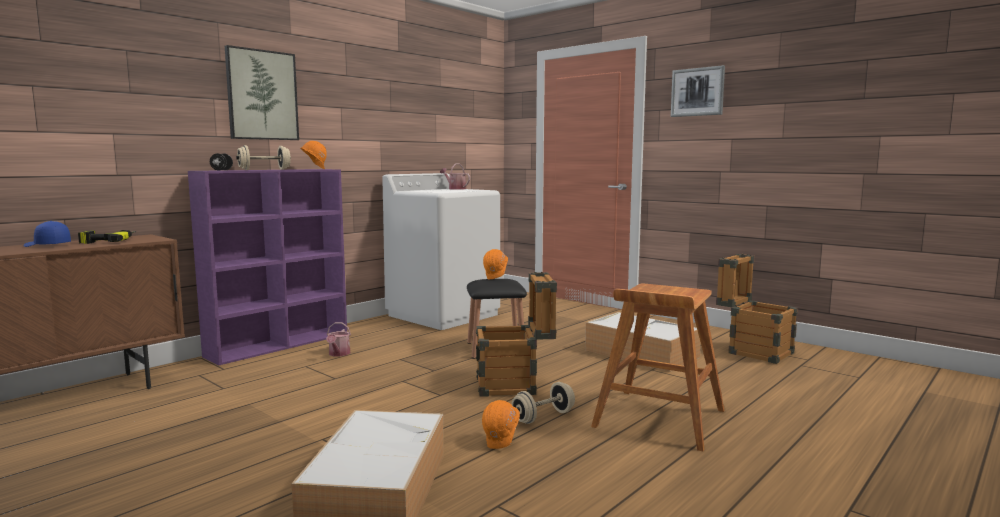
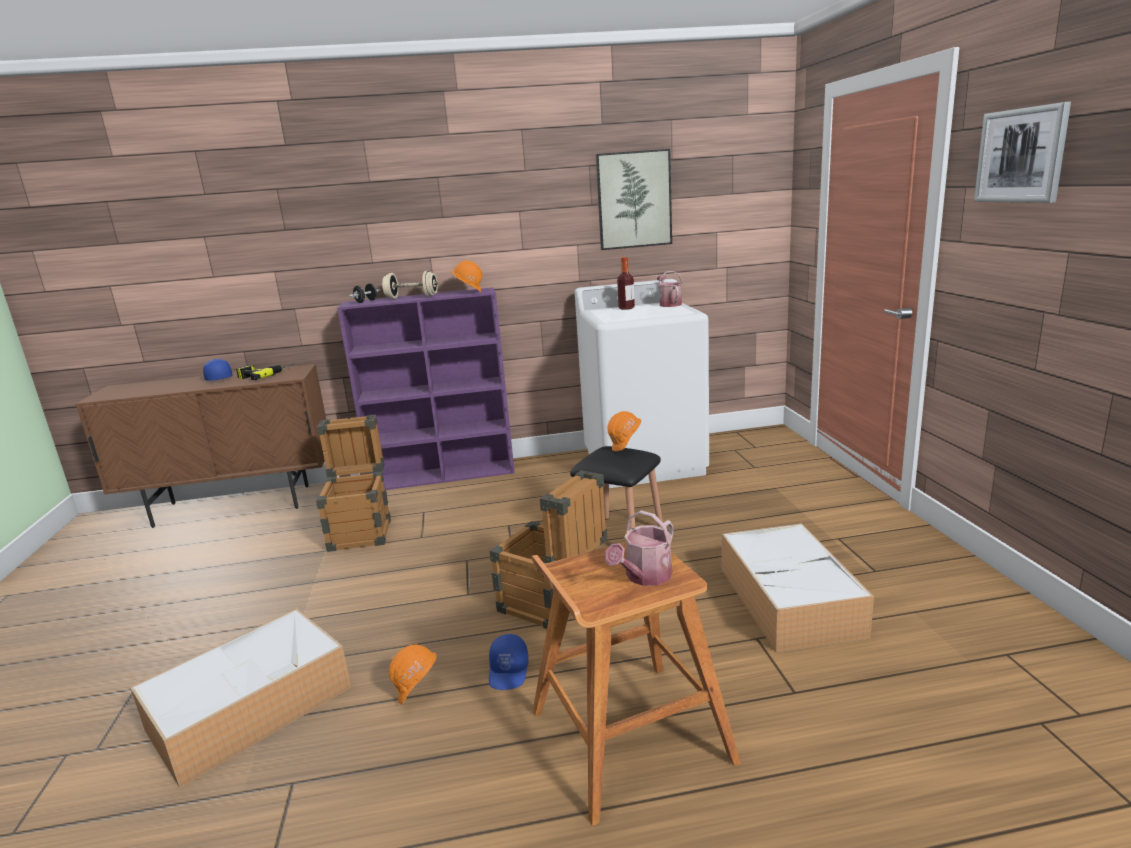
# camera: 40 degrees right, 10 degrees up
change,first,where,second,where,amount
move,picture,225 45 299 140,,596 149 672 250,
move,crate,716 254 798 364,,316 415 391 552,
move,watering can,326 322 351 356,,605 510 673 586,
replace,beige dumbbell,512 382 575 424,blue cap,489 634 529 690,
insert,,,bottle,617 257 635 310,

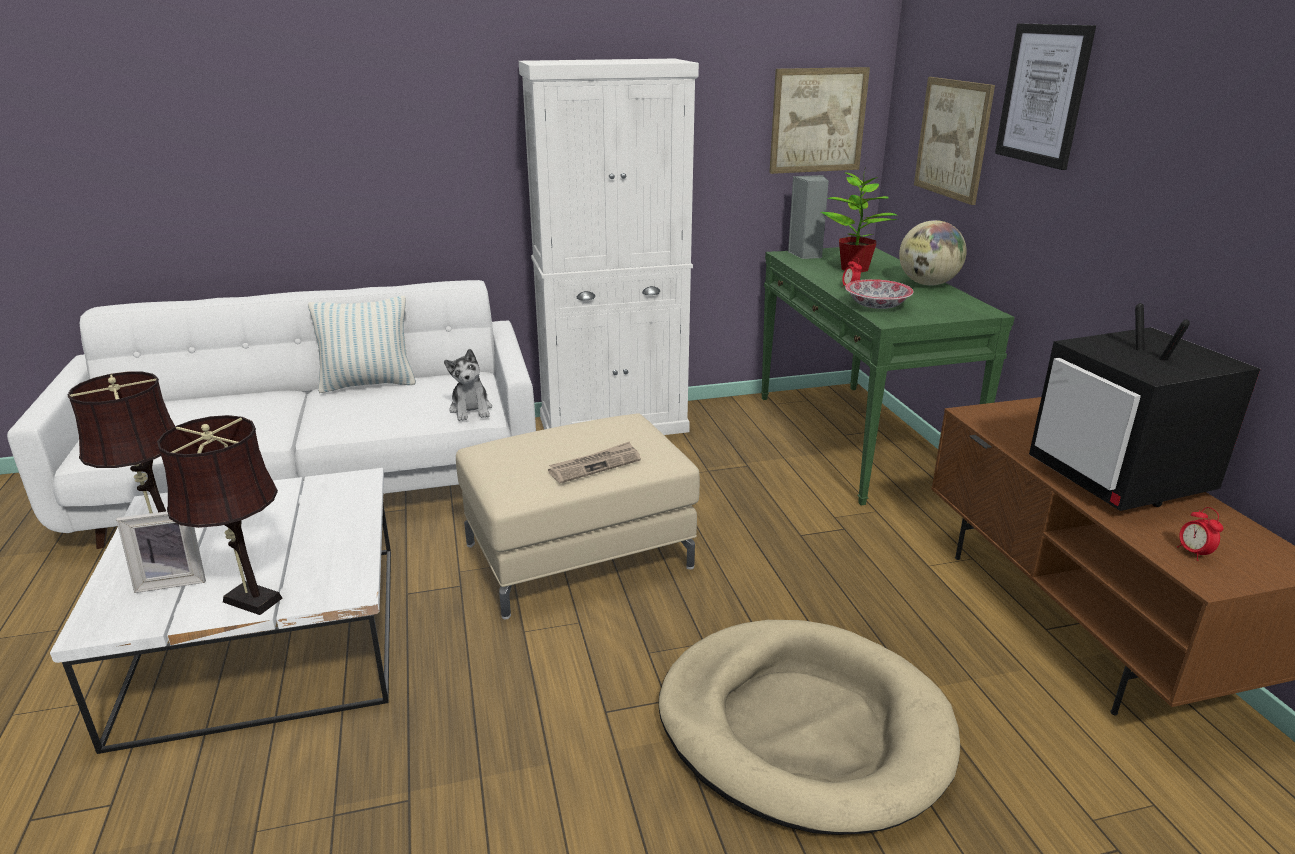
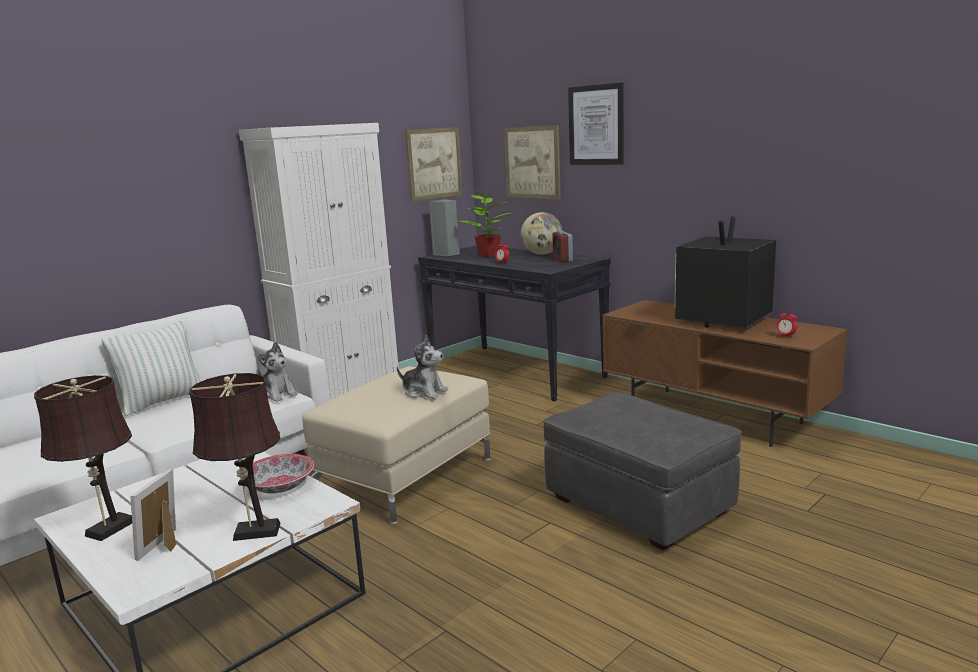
# camera: 30 degrees left, 10 degrees down
change,first,where,second,where,amount
recolor,green console table,761 247 1015 506,black console table,418 245 610 402,
move,bowl,845 279 914 309,,240 454 314 493,
rotate,television,1029 303 1260 511,,675 216 776 328,90 degrees clockwise
replace,newspaper,548 441 641 483,plush toy,397 335 448 399,
rotate,picture frame,116 511 206 593,,130 469 176 561,150 degrees clockwise
replace,beige dog bed,659 620 960 835,grey ottoman,543 392 742 551,
insert,,,alarm clock,552 230 573 263,

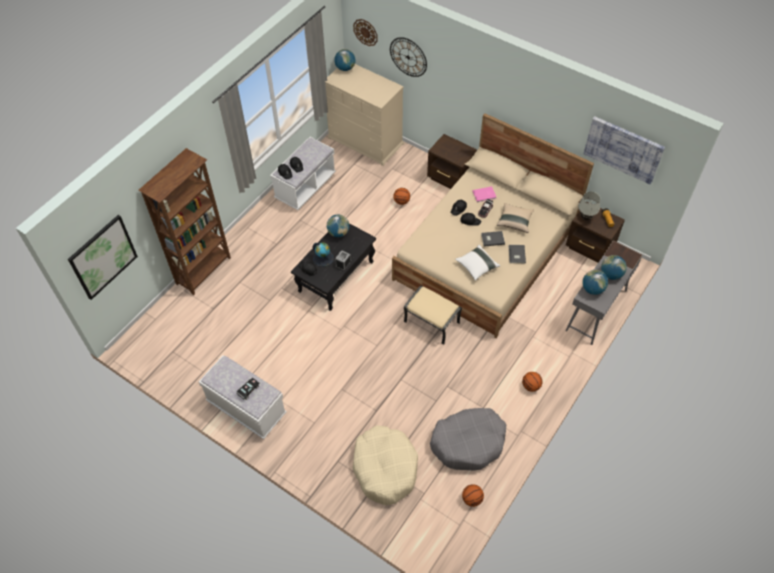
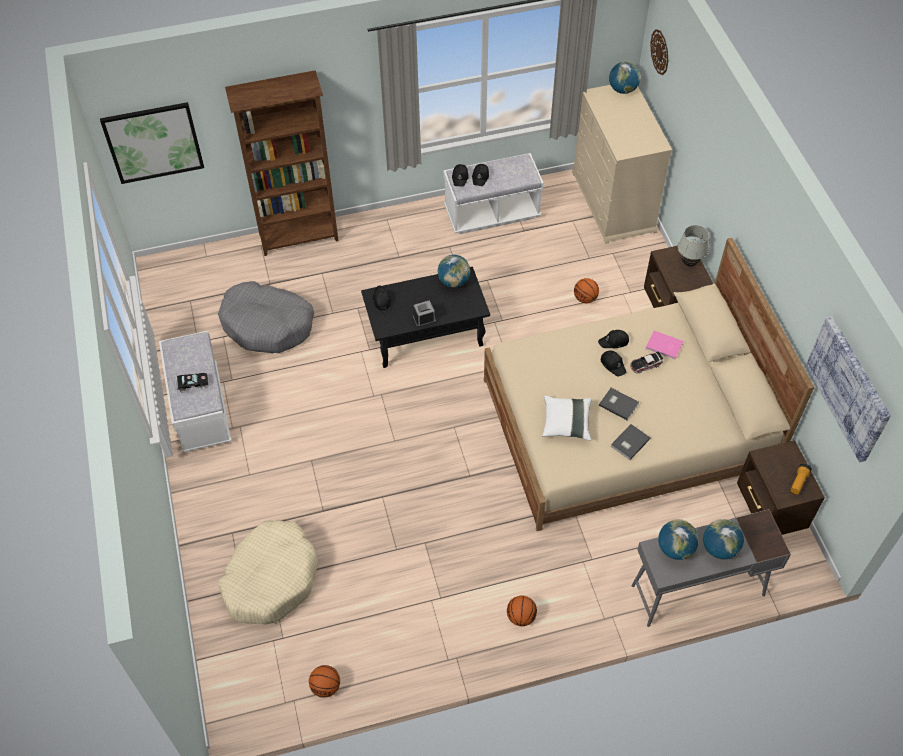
# camera: 40 degrees right, 0 degrees up
change,first,where,second,where,amount
delete,wall clock,390 37 427 77,,,
move,white table lamp,578 192 600 220,,678 225 709 267,
delete,beige pillow,497 203 534 233,,,
delete,globe,313 242 334 267,,,
delete,beige ottoman,404 285 462 345,,,
move,grey dog bed,430 408 506 470,,218 281 314 353,

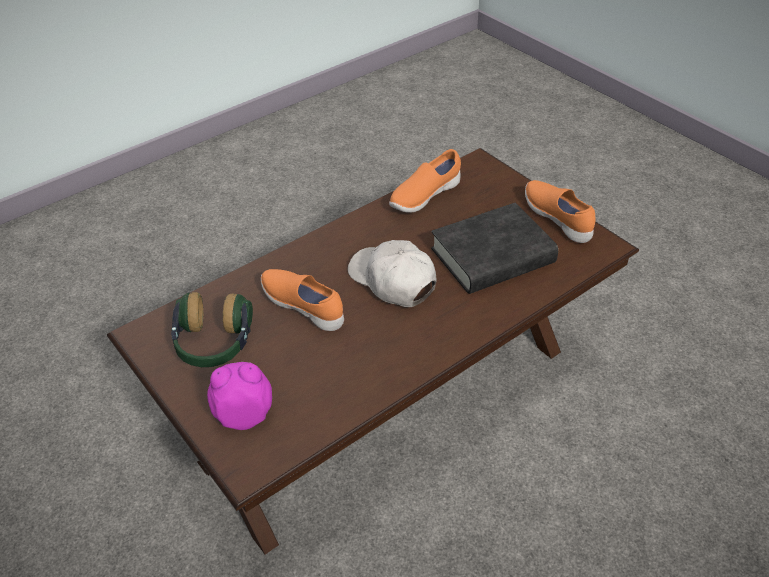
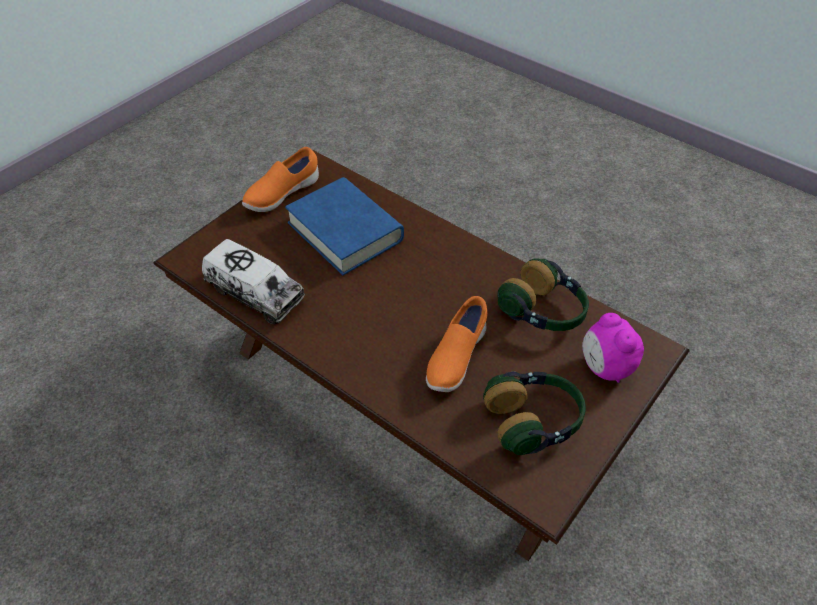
# camera: 105 degrees left, 5 degrees up
change,first,where,second,where,amount
replace,orange shoe,389 149 461 213,toy truck,202 239 305 325,
recolor,black book,431 203 558 294,blue book,285 177 404 275,
delete,white cap,348 240 437 307,,,
insert,,,headphones,498 258 589 331,

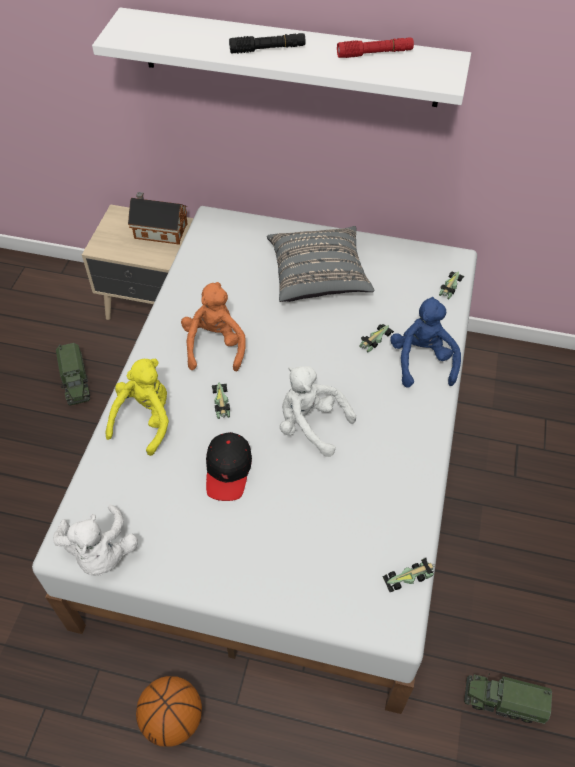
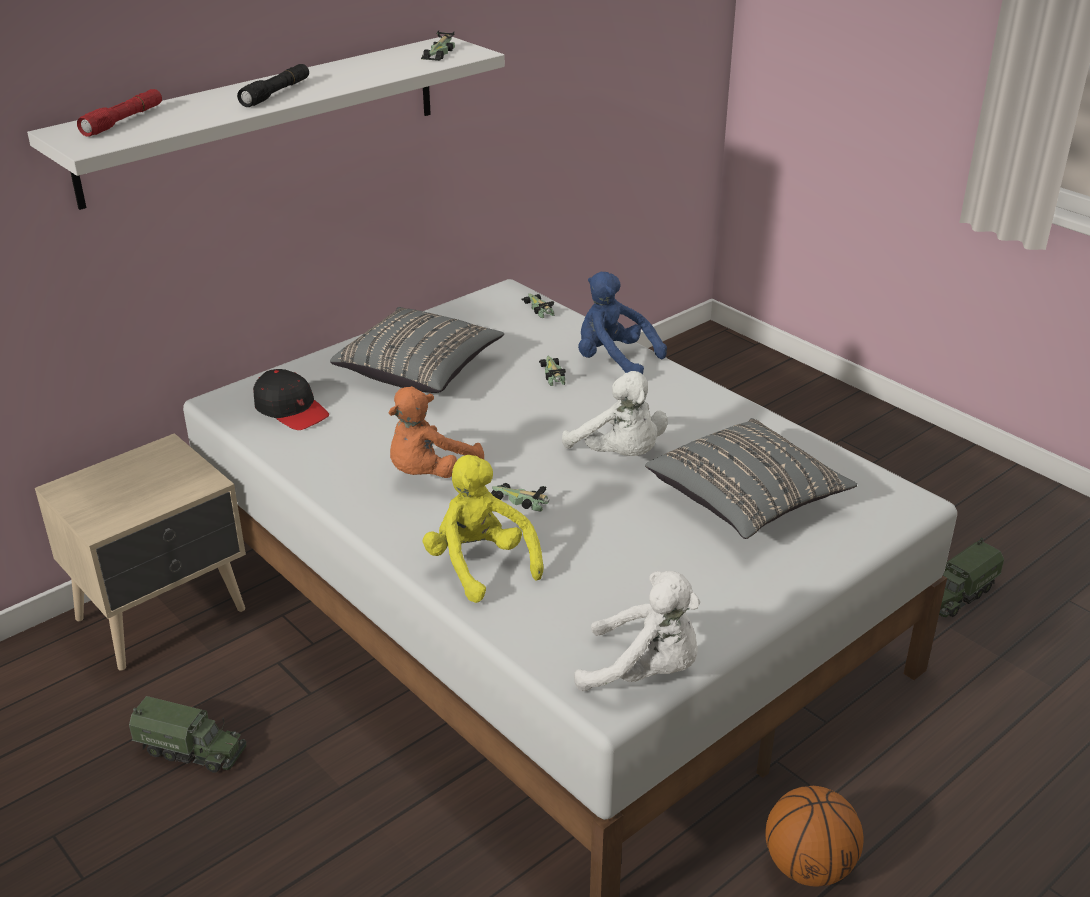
# camera: 55 degrees left, 20 degrees down
change,first,where,second,where,amount
move,red flashlight,337 37 414 58,,77 89 162 137,
delete,toy house,128 192 188 245,,,
rotate,orange plush toy,181 282 246 371,,388 386 484 478,90 degrees counterclockwise
rotate,white plush toy,280 366 356 457,,562 371 668 456,105 degrees counterclockwise
move,black cap,206 432 252 501,,253 369 329 430,
move,toy car,383 558 435 593,,421 30 455 61,
insert,,,grey pillow,645 418 857 539,

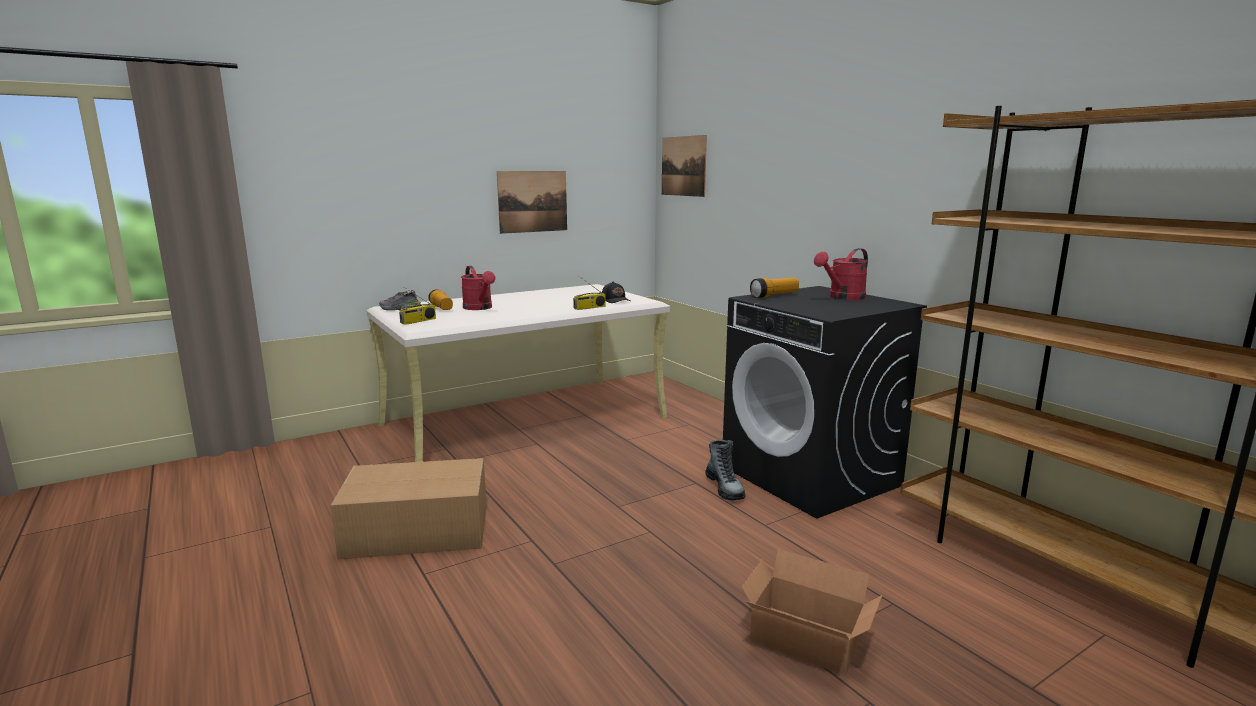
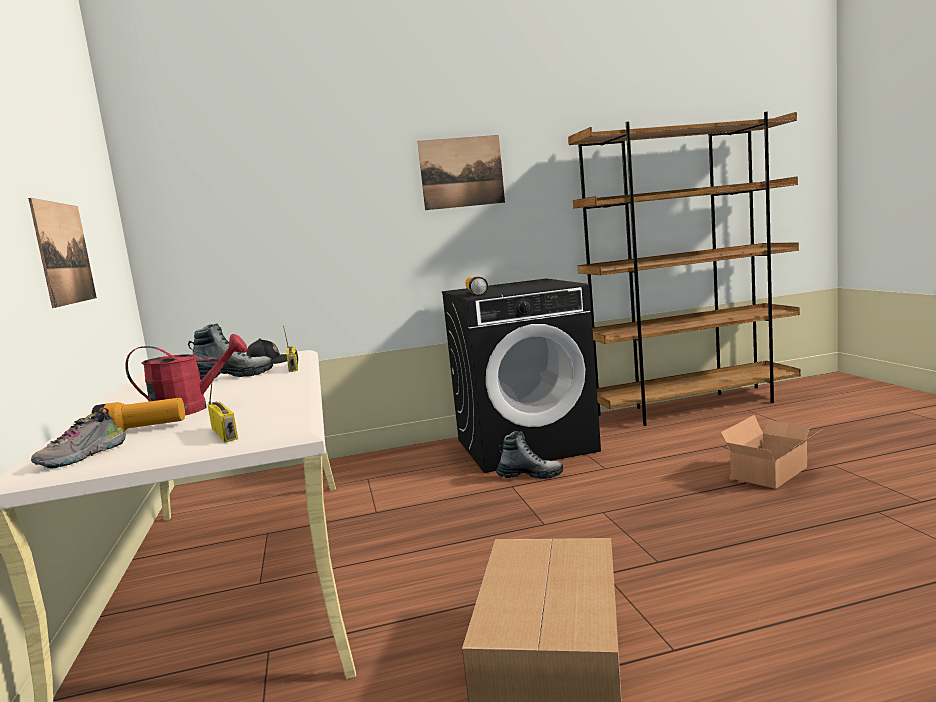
# camera: 70 degrees left, 5 degrees down
change,first,where,second,where,amount
move,picture,662 135 707 197,,417 135 505 210,
delete,red watering can,814 248 868 300,,,
insert,,,boot,188 323 273 380,

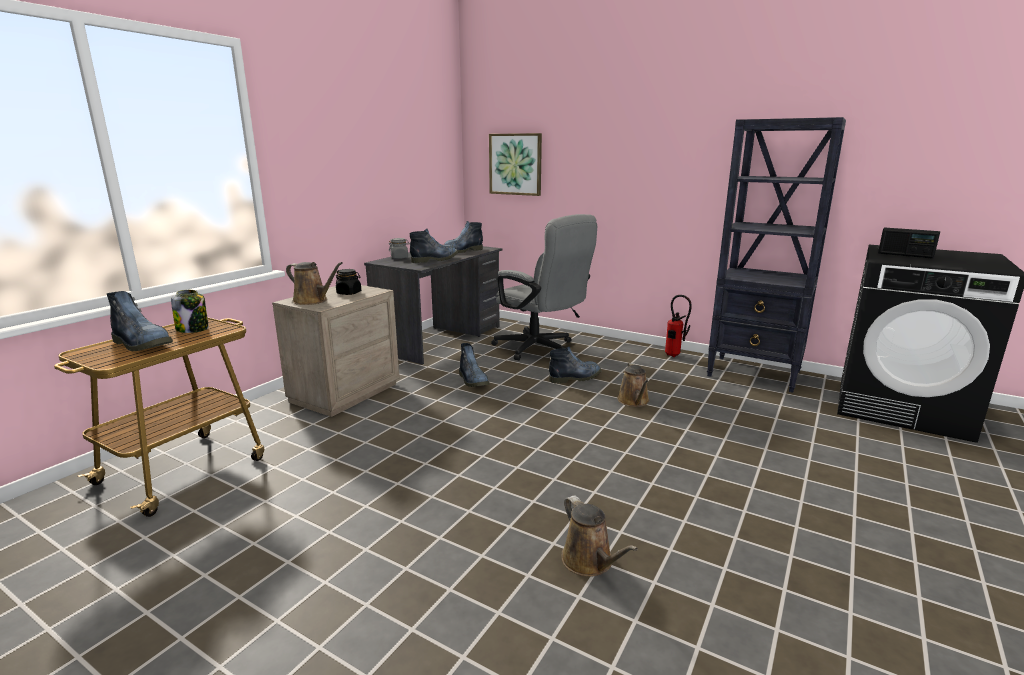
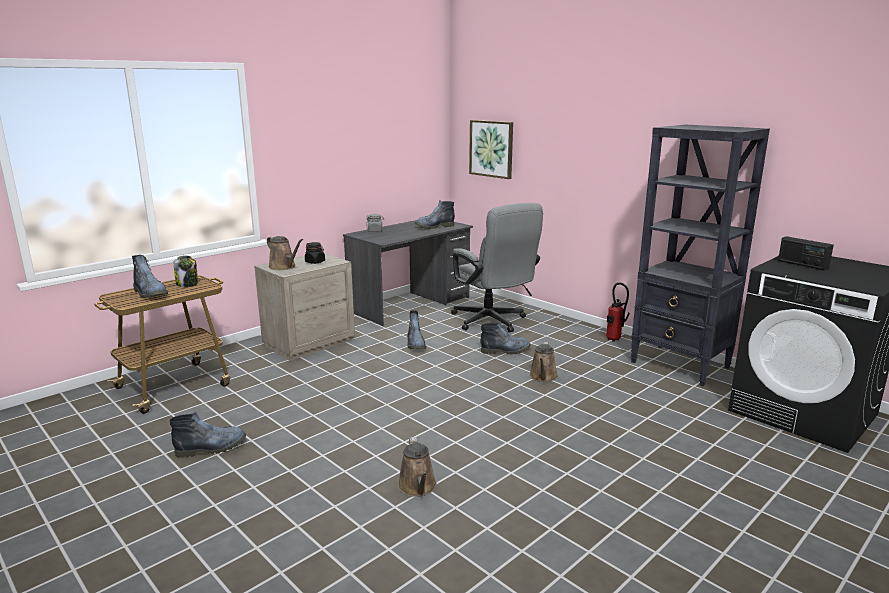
# camera: 15 degrees right, 0 degrees up
change,first,where,second,where,amount
move,boot,410 229 458 263,,170 412 246 458,

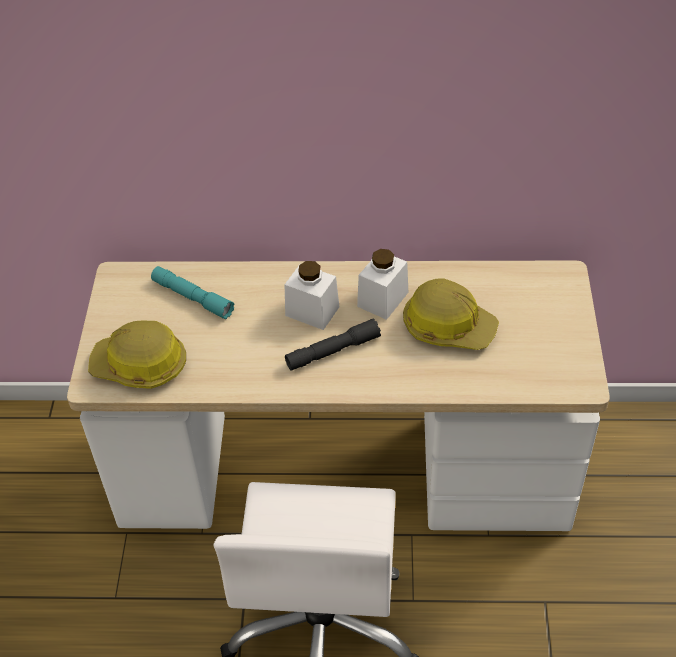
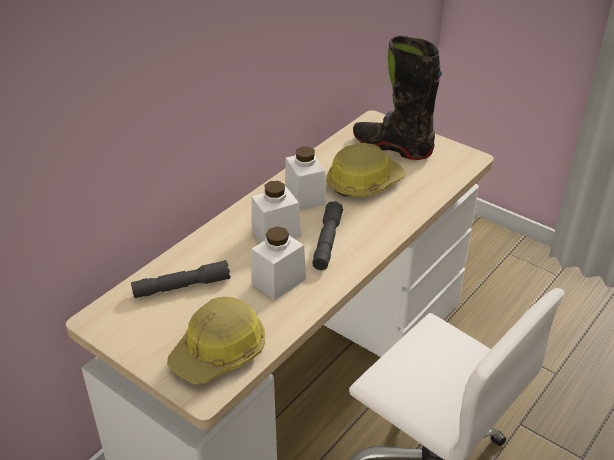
# camera: 55 degrees left, 10 degrees down
change,first,where,second,where,amount
recolor,turquoise flashlight,151 266 234 319,grey flashlight,131 260 231 298,
insert,,,black boot,353 36 442 160,
insert,,,white jar,251 227 306 300,

